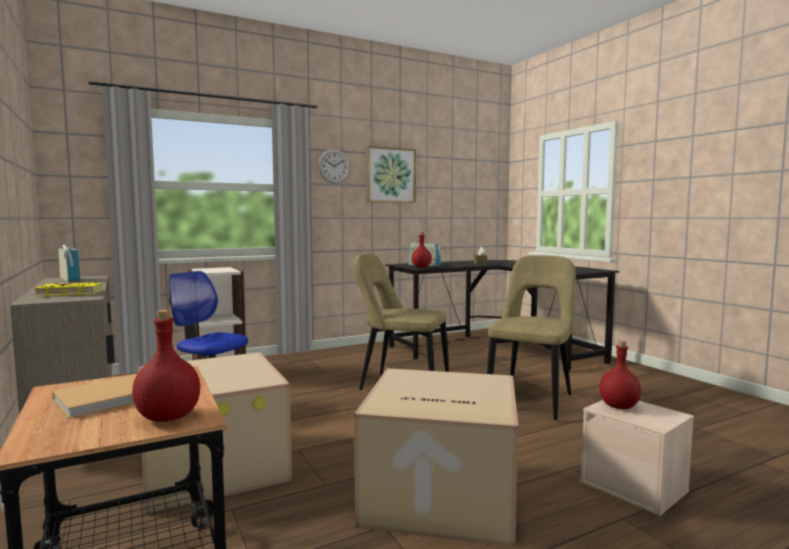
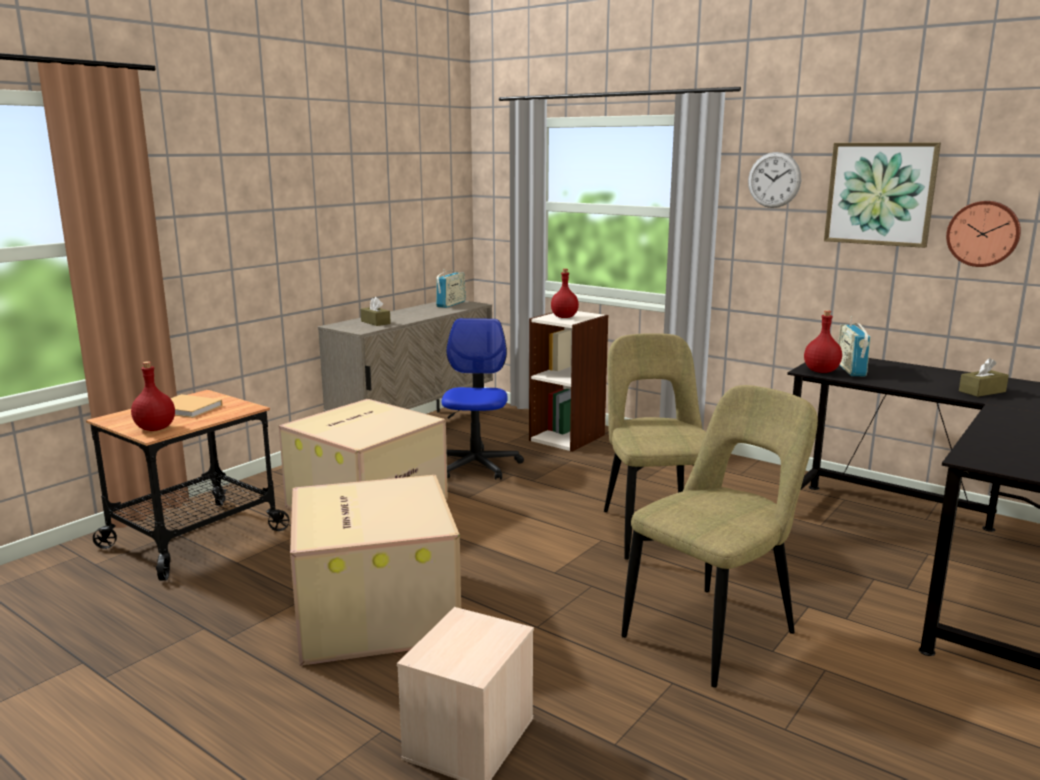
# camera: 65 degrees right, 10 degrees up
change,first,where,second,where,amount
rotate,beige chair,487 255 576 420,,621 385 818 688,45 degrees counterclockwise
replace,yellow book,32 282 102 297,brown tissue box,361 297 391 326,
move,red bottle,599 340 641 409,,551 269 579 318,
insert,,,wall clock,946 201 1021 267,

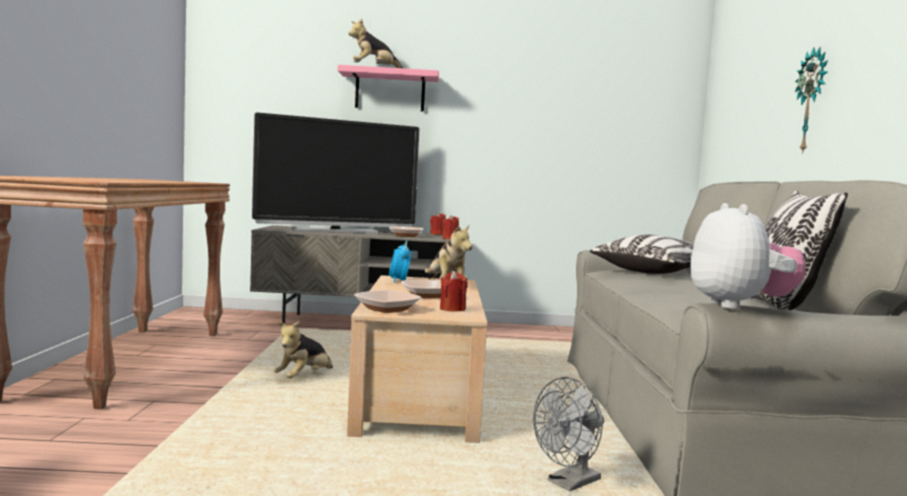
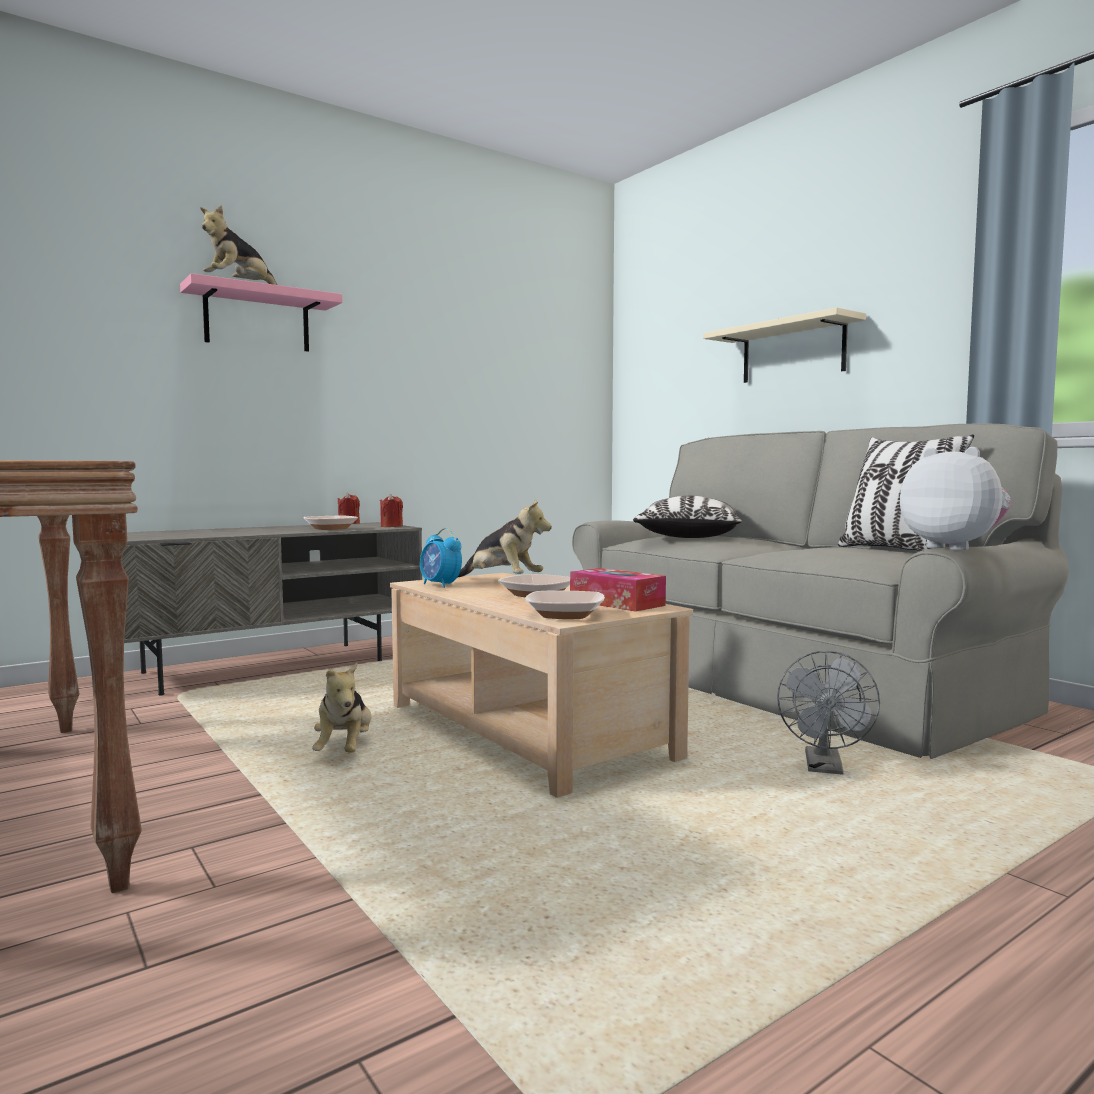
# camera: 35 degrees left, 0 degrees up
change,first,where,second,where,amount
replace,wall clock,795 47 828 154,beige shelf,703 307 866 383,
delete,television,252 113 419 233,,,
replace,red candle,440 271 467 311,tissue box,570 568 666 612,

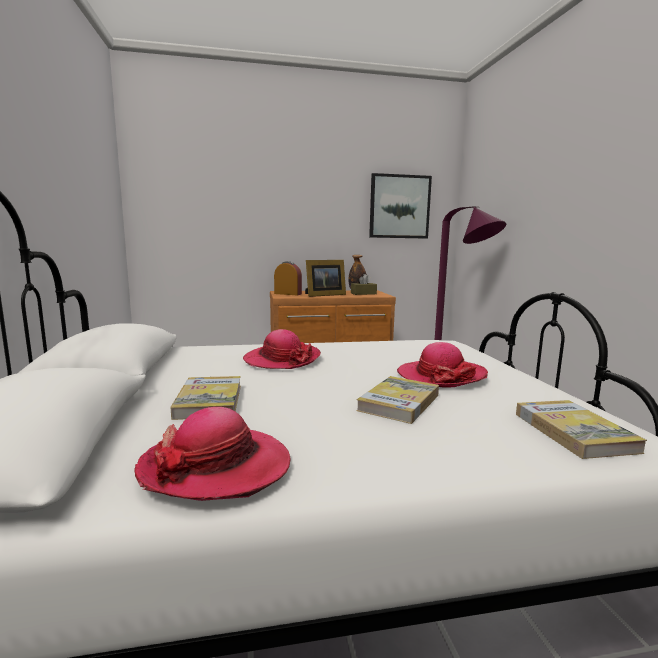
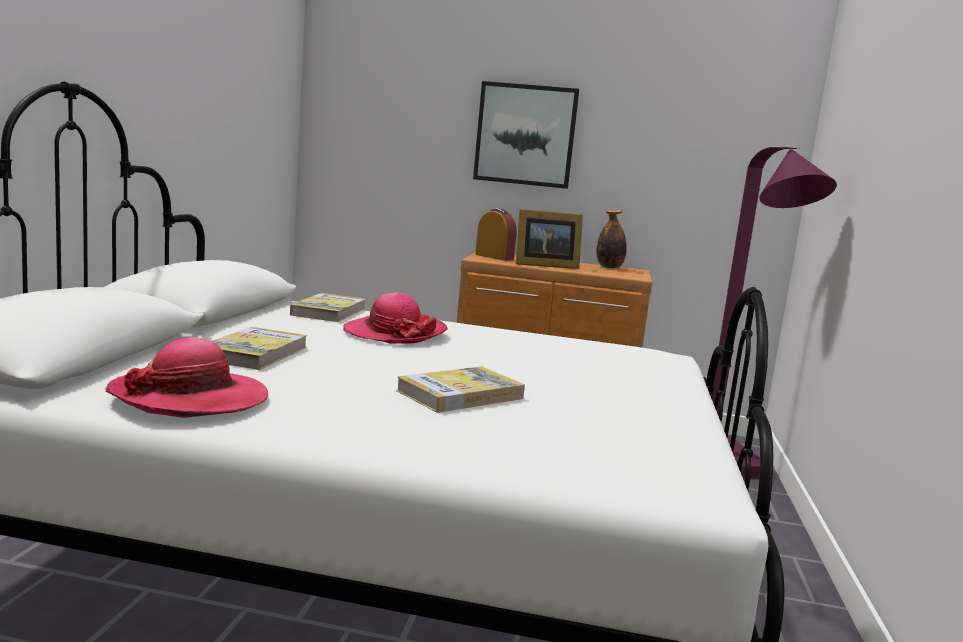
# camera: 20 degrees right, 0 degrees up
change,first,where,second,where,amount
move,picture,369 173 432 238,,473 81 579 189,
delete,brown tissue box,351 274 377 295,,,
delete,hat,397 342 488 387,,,
move,book,516 400 647 459,,290 293 366 322,

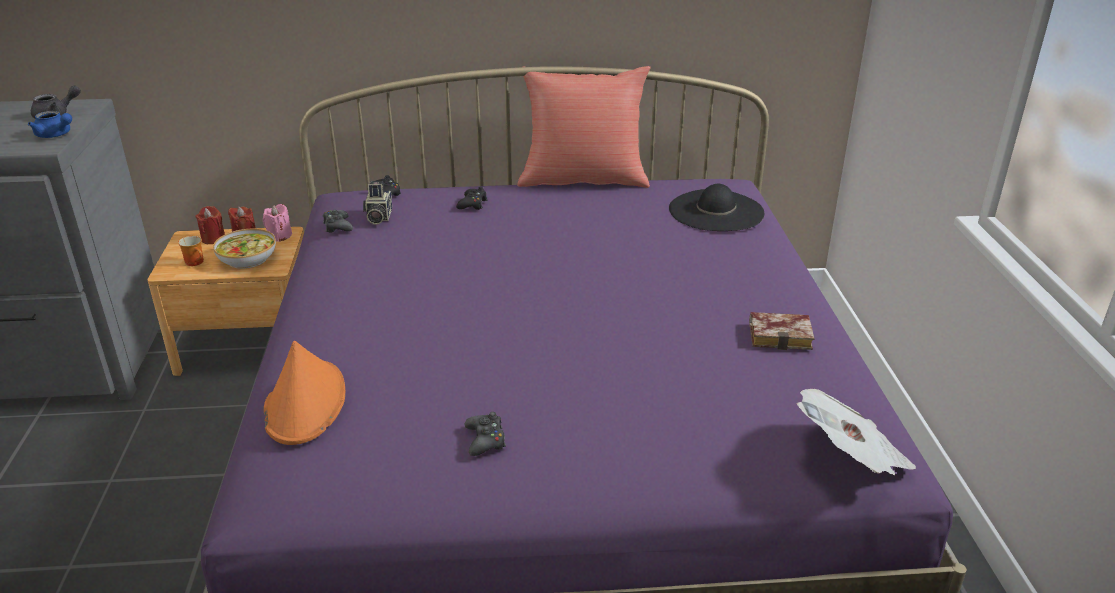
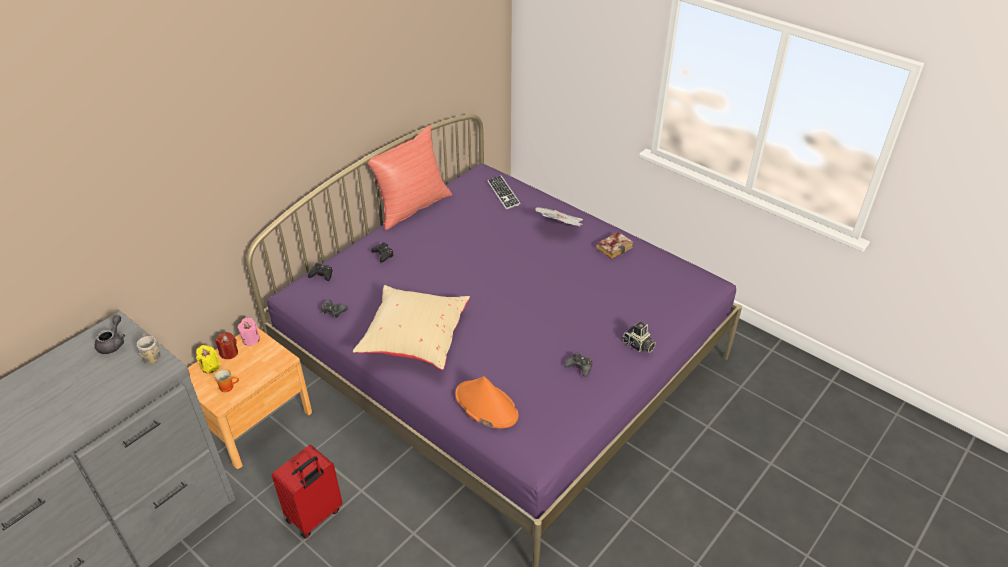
# camera: 45 degrees left, 10 degrees up
change,first,where,second,where,amount
replace,blue teapot,28 111 72 138,grey mug,137 333 161 364,
move,photo camera,363 181 392 225,,622 322 656 353,
replace,black hat,669 184 764 231,keyboard,487 175 520 209,
recolor,red candle,195 206 225 244,yellow candle,196 345 220 373,
delete,bowl,213 229 276 269,,,
move,newspaper,797 389 916 475,,535 207 583 226,
insert,,,beige pillow,353 285 470 370,
insert,,,red suitcase,272 445 342 539,

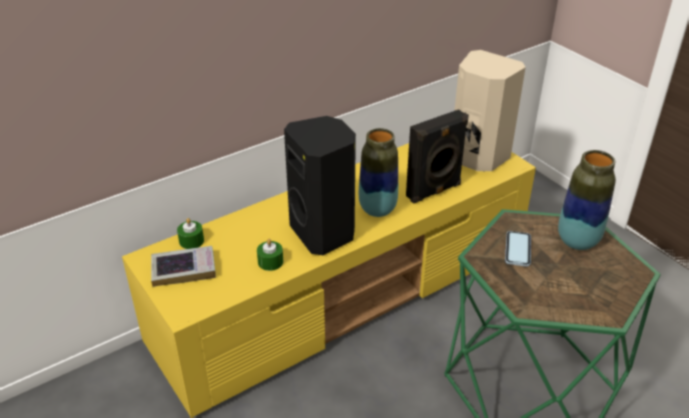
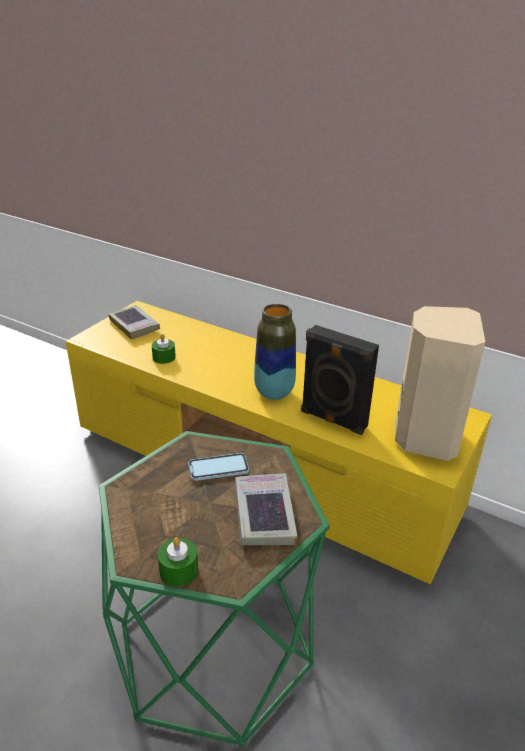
# camera: 65 degrees right, 5 degrees down
change,first,where,second,where,amount
delete,black speaker,284 116 356 255,,,
replace,vase,558 150 616 250,book,235 473 298 545,
move,green candle,177 218 204 249,,158 537 198 586,

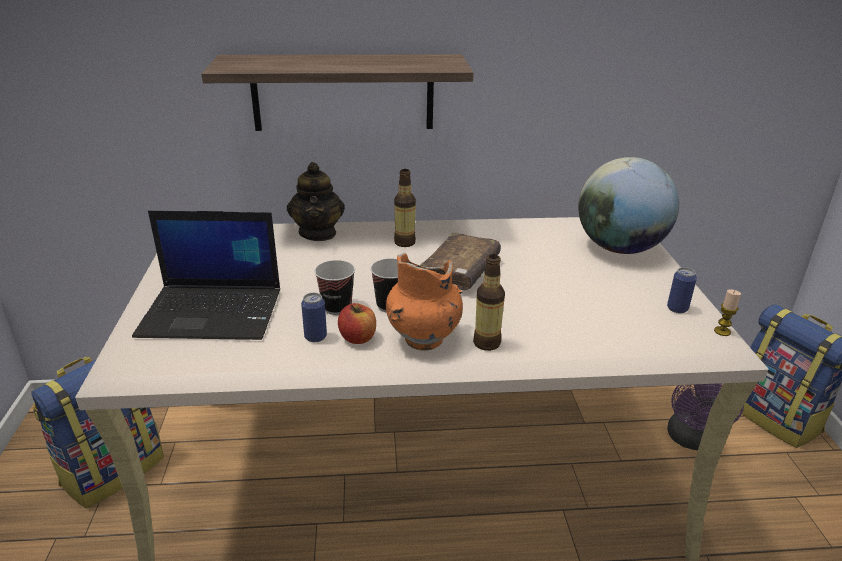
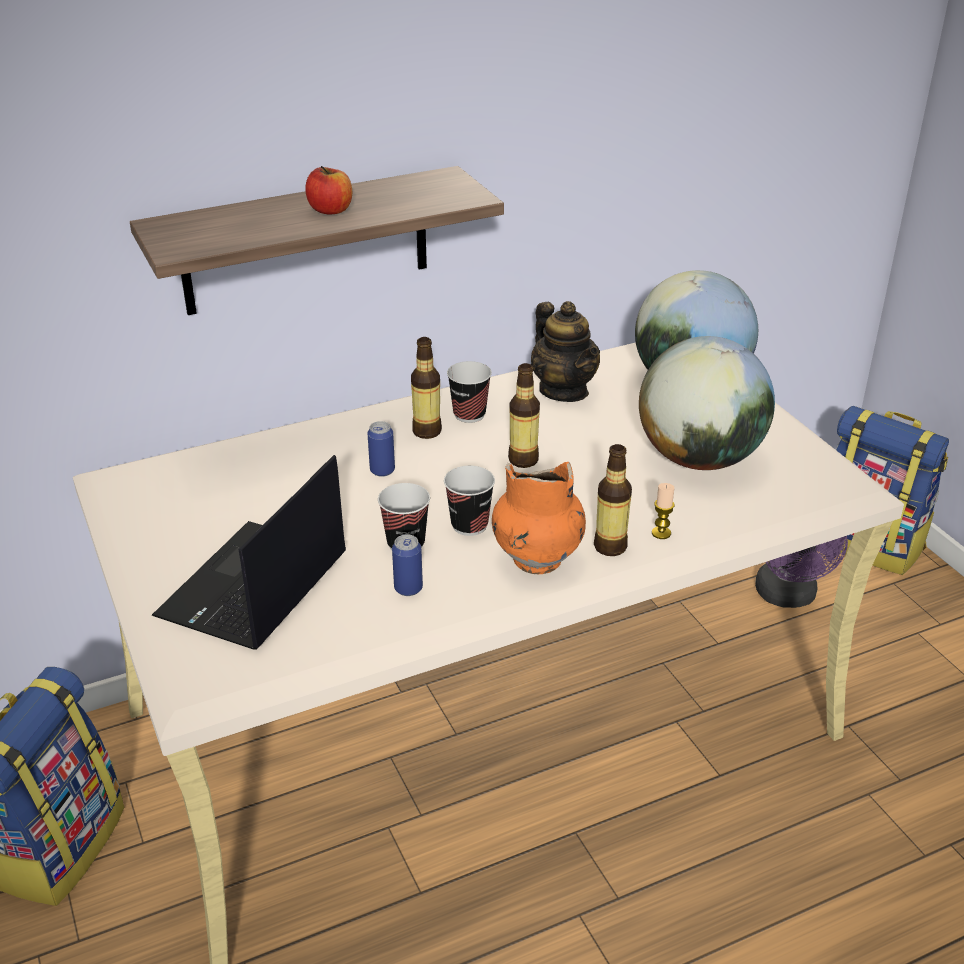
# camera: 20 degrees left, 5 degrees up
change,first,where,second,where,amount
move,teapot,287 162 345 241,,531 301 600 402,
rotate,laptop,132 211 280 340,,152 455 346 650,135 degrees clockwise
replace,brown book,420 232 501 290,bottle,508 363 540 468,
move,can,667 267 697 313,,367 421 395 477,
move,candle,714 289 741 336,,652 483 675 539,
move,apple,338 303 376 344,,305 166 352 215,
insert,,,globe,639 336 775 470,
insert,,,cup,447 361 492 423,

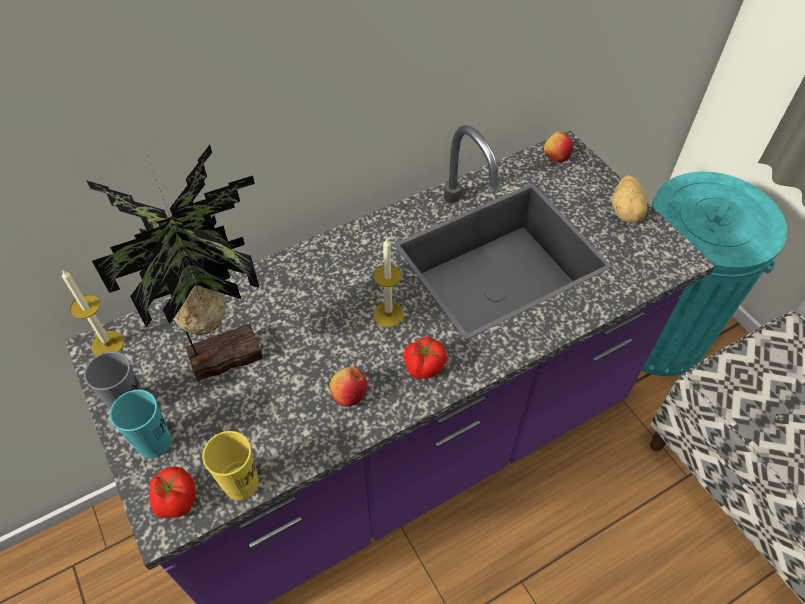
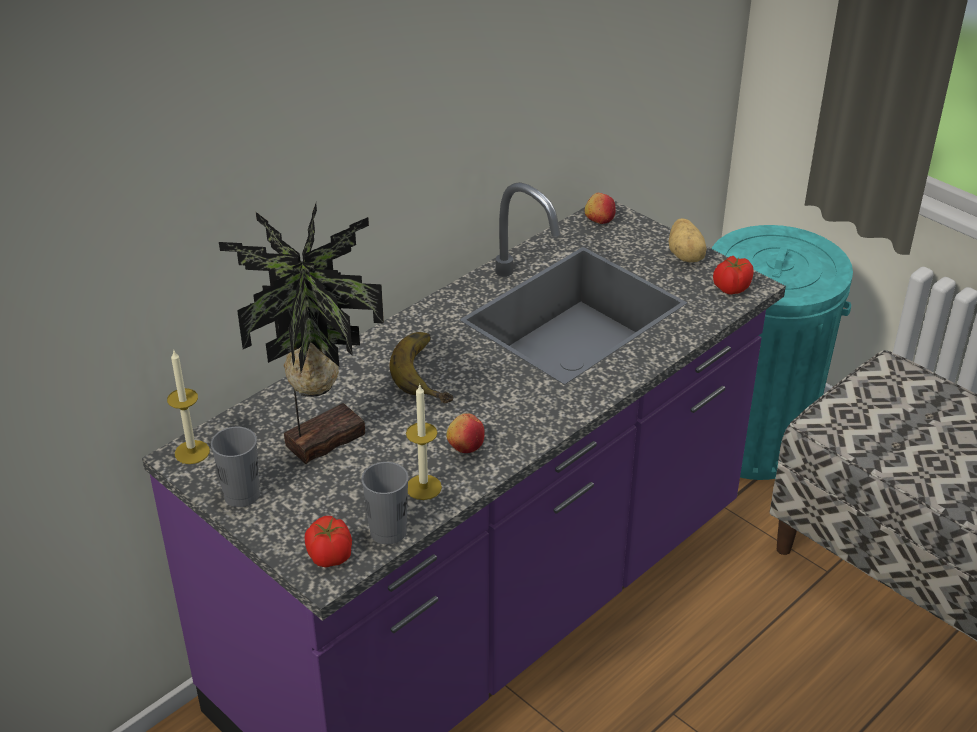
# camera: 15 degrees left, 15 degrees down
change,first,where,second,where,amount
move,candle,373 238 404 327,,406 384 442 500,
move,tomato,403 337 447 379,,713 256 754 295,
delete,turquoise cup,110 390 172 458,,,
recolor,yellow cup,202 431 259 500,grey cup,361 462 408 545,
insert,,,banana,389 332 453 403,

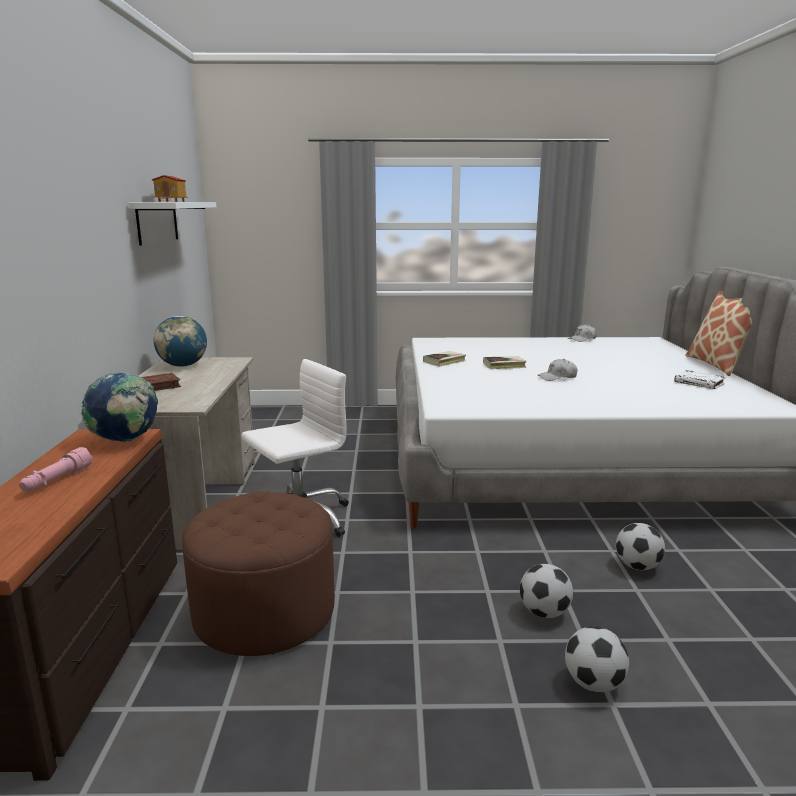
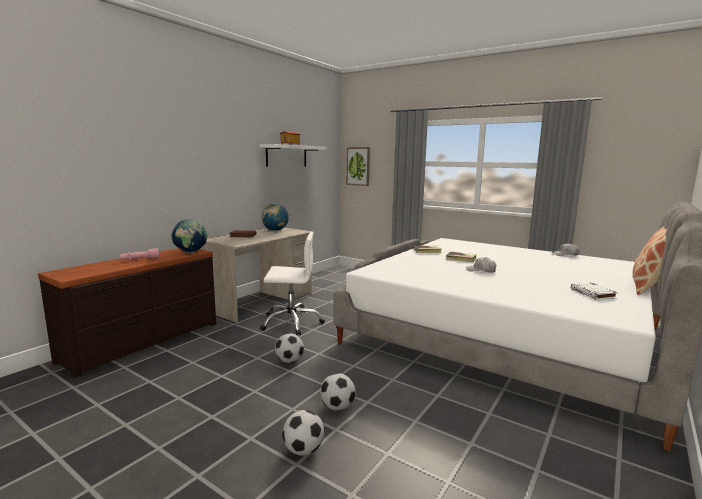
# camera: 35 degrees right, 5 degrees down
change,first,where,second,where,amount
delete,brown ottoman,182 491 335 656,,,
move,football,616 523 665 570,,275 333 304 363,
insert,,,picture,346 147 370 186,

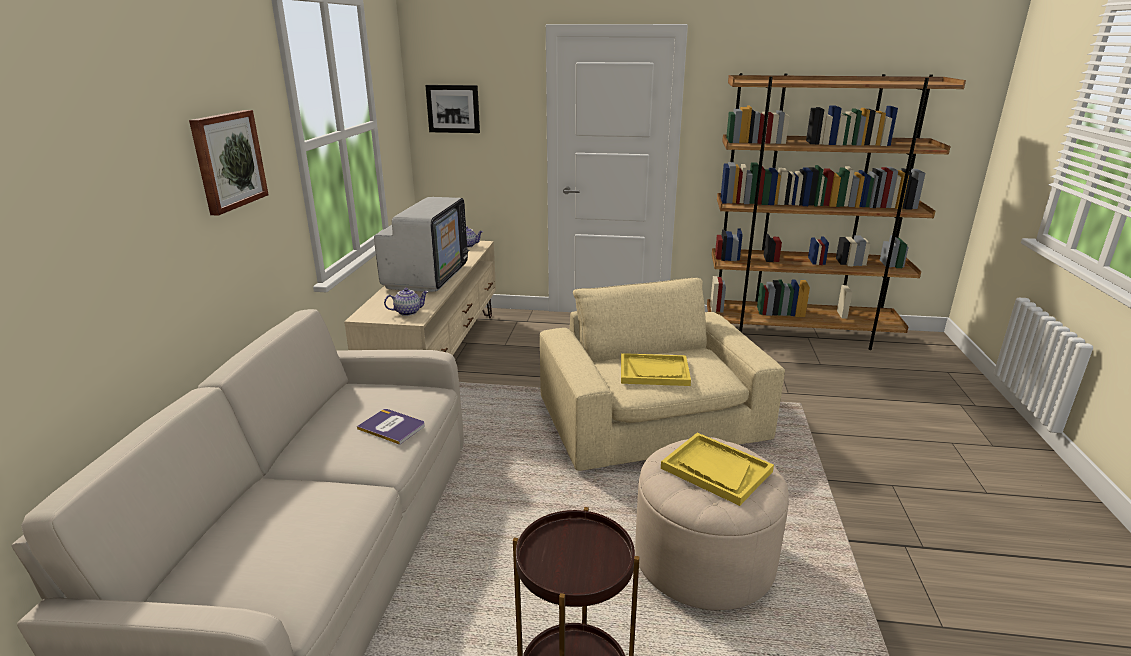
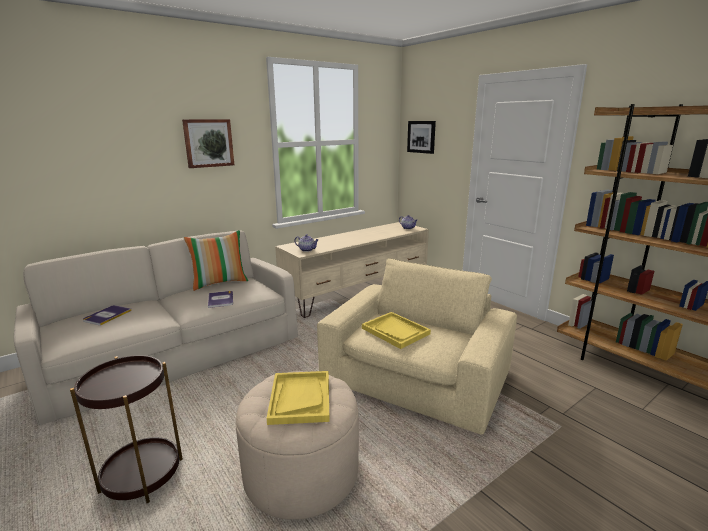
# camera: 45 degrees right, 5 degrees down
change,first,where,second,where,amount
delete,television,374 197 469 292,,,
insert,,,pillow,184 230 248 291,
insert,,,book,83 305 132 326,

